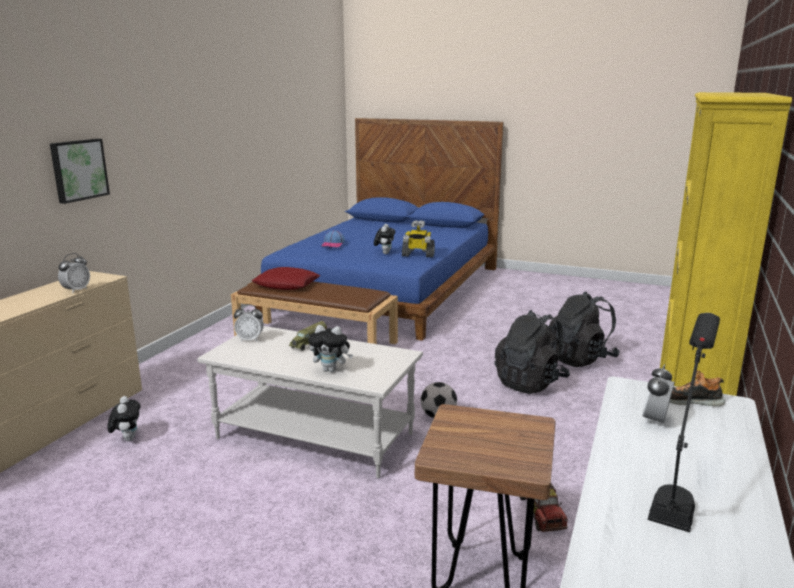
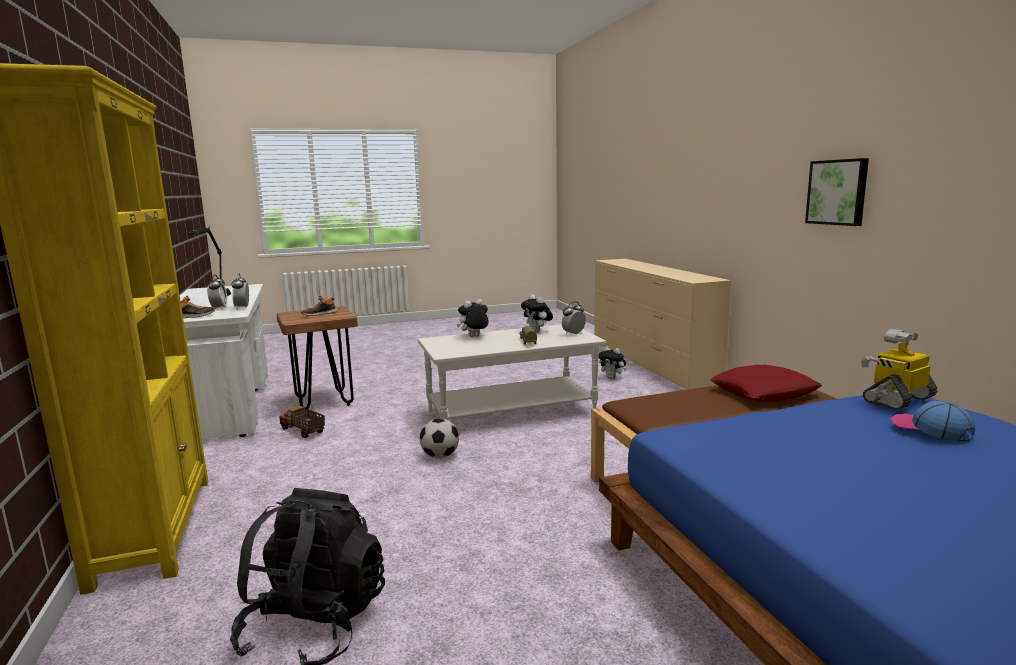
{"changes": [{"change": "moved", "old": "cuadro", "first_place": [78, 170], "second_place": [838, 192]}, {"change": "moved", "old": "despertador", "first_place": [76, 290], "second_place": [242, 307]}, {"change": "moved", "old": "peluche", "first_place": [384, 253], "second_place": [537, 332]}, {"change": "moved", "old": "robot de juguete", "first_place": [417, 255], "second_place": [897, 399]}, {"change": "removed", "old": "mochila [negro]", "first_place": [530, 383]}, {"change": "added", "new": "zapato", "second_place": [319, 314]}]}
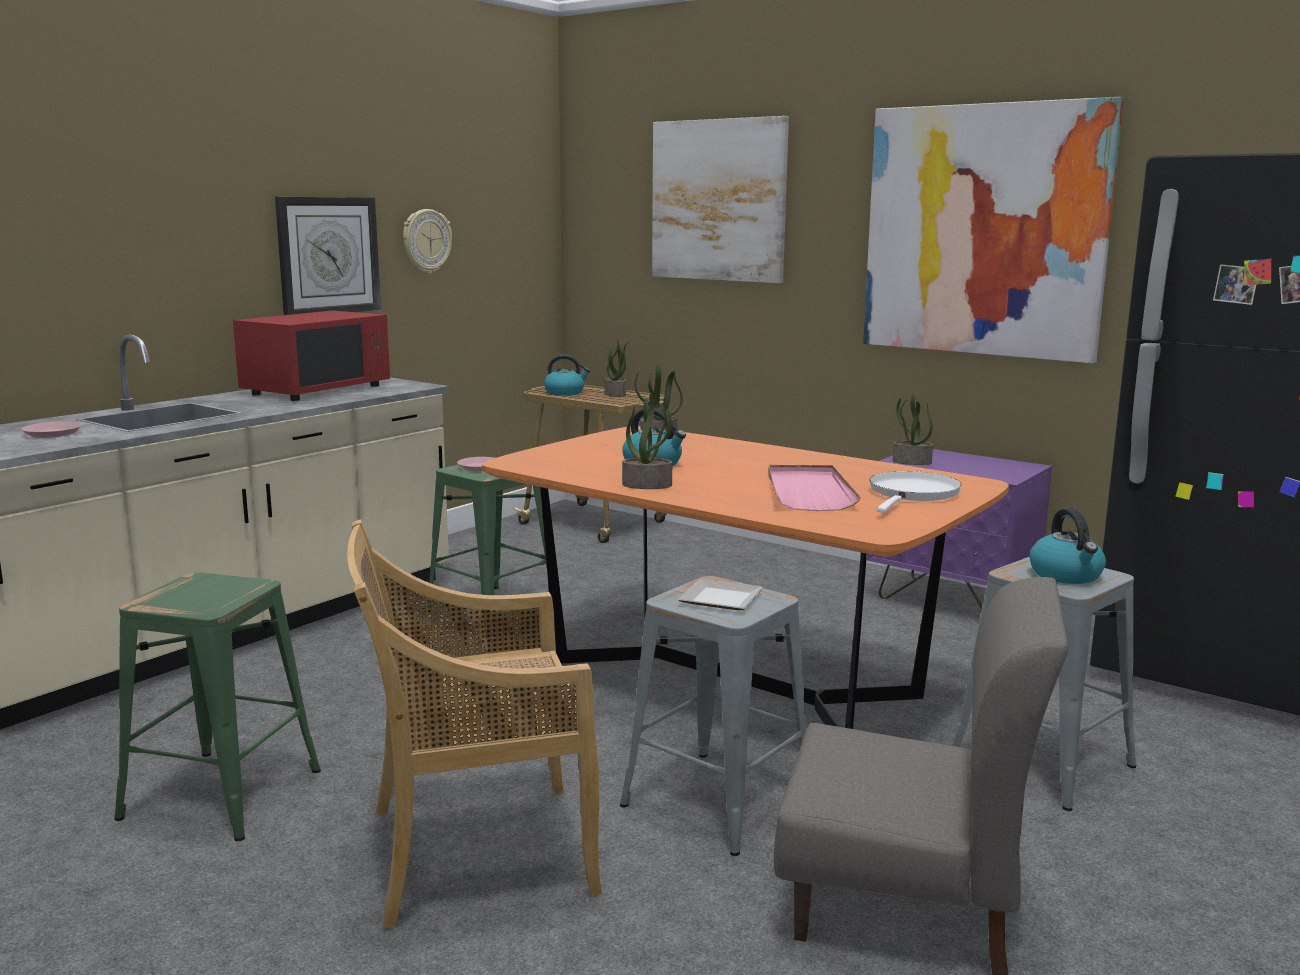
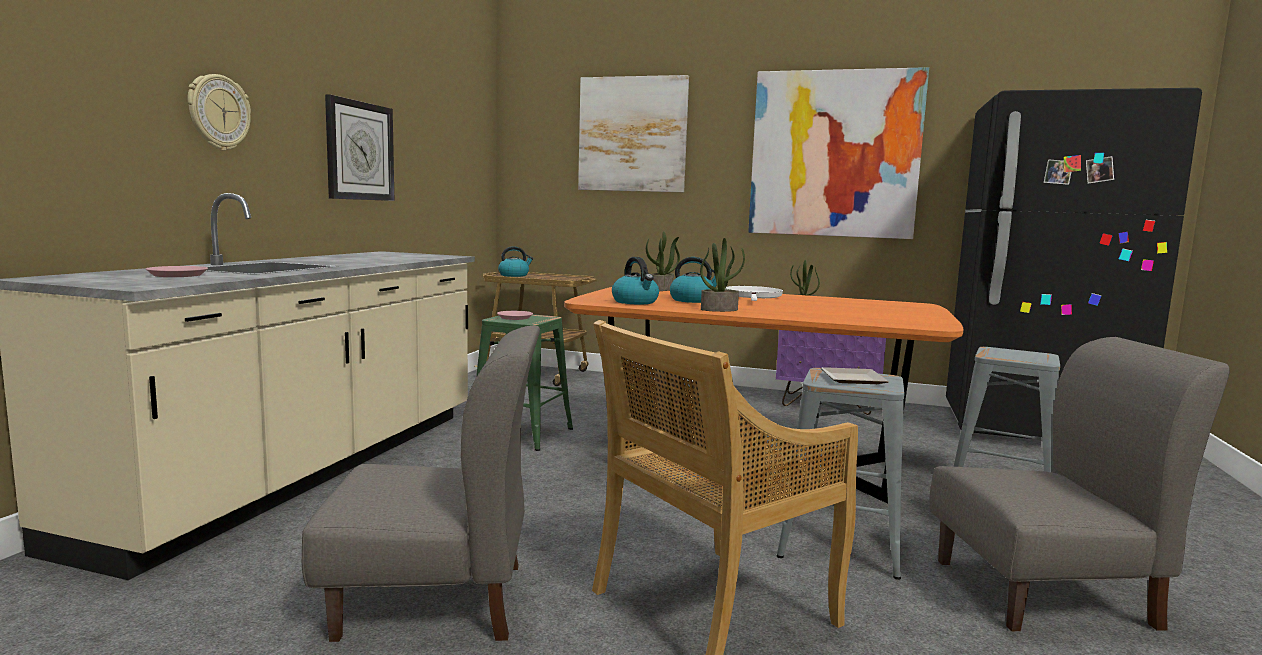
{"changes": [{"change": "replaced", "old": "taburete [verde]", "new": "silla [gris]", "first_place": [223, 794], "second_place": [434, 600]}, {"change": "removed", "old": "microondas [rojo]", "first_place": [316, 390]}, {"change": "moved", "old": "reloj de pared", "first_place": [426, 241], "second_place": [218, 113]}, {"change": "removed", "old": "planta en maceta", "first_place": [615, 394]}, {"change": "removed", "old": "bandeja [rosa]", "first_place": [808, 492]}, {"change": "moved", "old": "sartén [blanco]", "first_place": [912, 494], "second_place": [753, 296]}, {"change": "moved", "old": "hervidor", "first_place": [1066, 575], "second_place": [635, 302]}]}
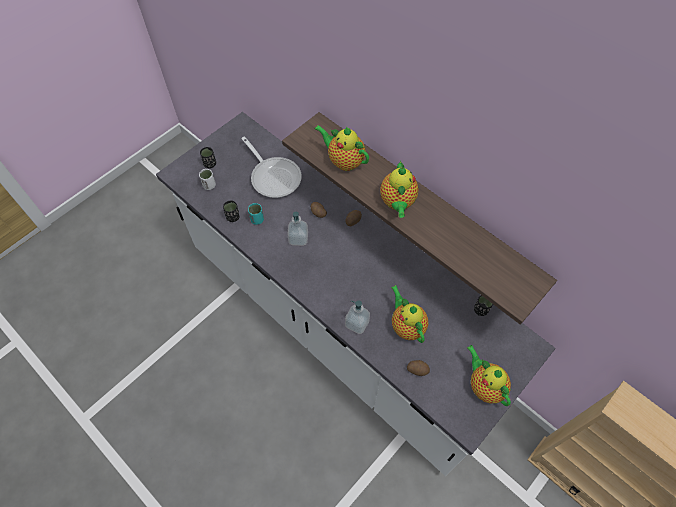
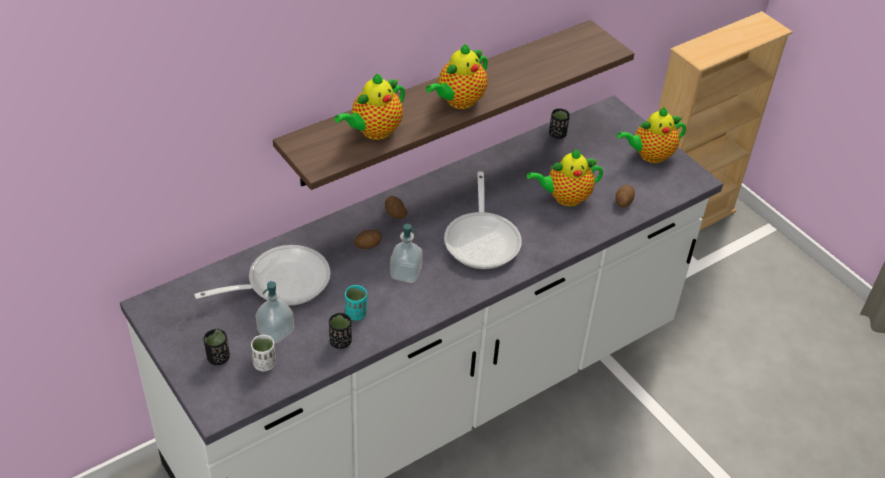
{"changes": [{"change": "moved", "old": "dispensador de jabón", "first_place": [357, 323], "second_place": [276, 332]}, {"change": "turned", "old": "tetera", "first_place": [397, 203], "second_place": [458, 101], "degrees": 120}, {"change": "added", "new": "sartén", "second_place": [482, 239]}]}
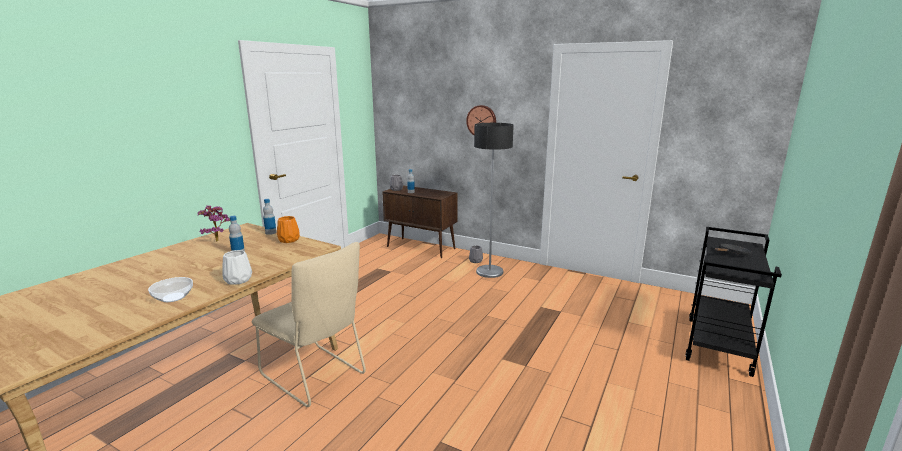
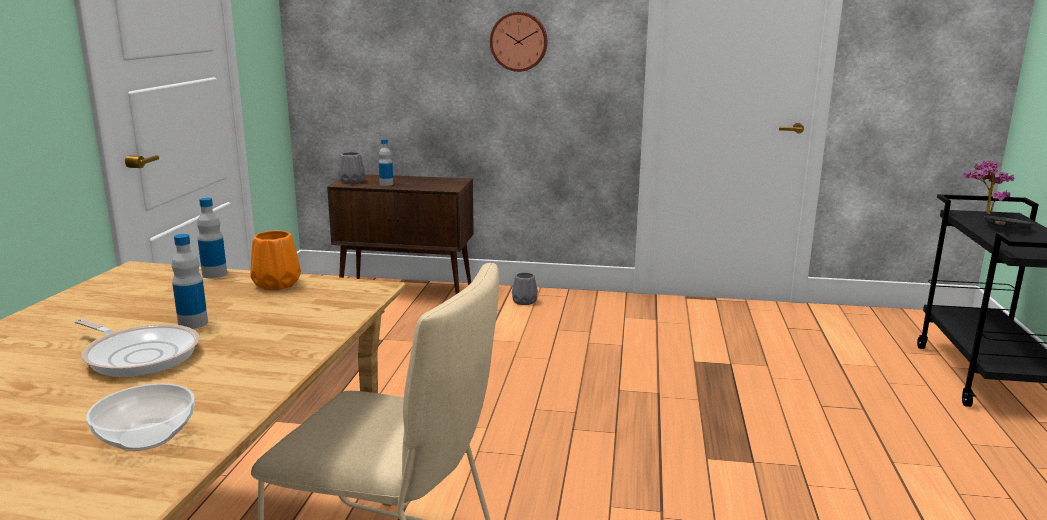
{"changes": [{"change": "moved", "old": "planta en maceta", "first_place": [217, 240], "second_place": [984, 212]}, {"change": "removed", "old": "florero [blanco]", "first_place": [238, 280]}, {"change": "removed", "old": "lámpara de pie", "first_place": [490, 272]}, {"change": "added", "new": "sartén", "second_place": [140, 355]}]}
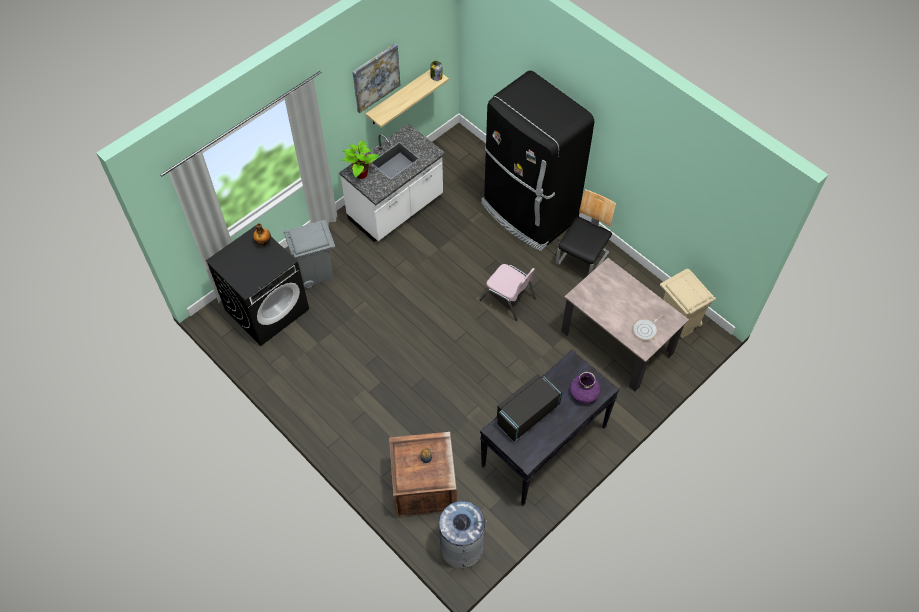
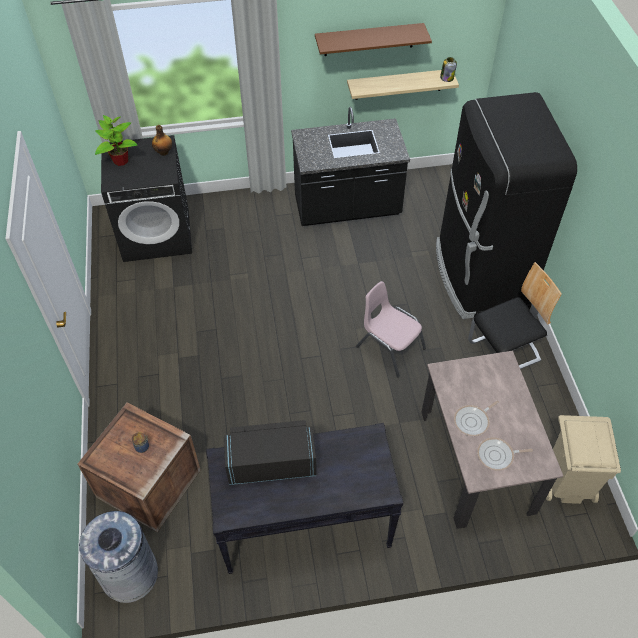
{"changes": [{"change": "removed", "old": "papelera [gris]", "first_place": [315, 271]}, {"change": "recoloured", "old": "mueble bajo de cocina [blanco]", "new": "mueble bajo de cocina [negro]", "first_place": [396, 209], "second_place": [347, 208]}, {"change": "moved", "old": "planta en maceta", "first_place": [361, 174], "second_place": [120, 160]}, {"change": "replaced", "old": "cuadro", "new": "estante [marrón]", "first_place": [376, 77], "second_place": [369, 39]}, {"change": "turned", "old": "silla [rosa]", "first_place": [508, 299], "second_place": [390, 348], "degrees": 150}, {"change": "removed", "old": "florero [morado]", "first_place": [584, 393]}, {"change": "added", "new": "sartén", "second_place": [473, 421]}]}
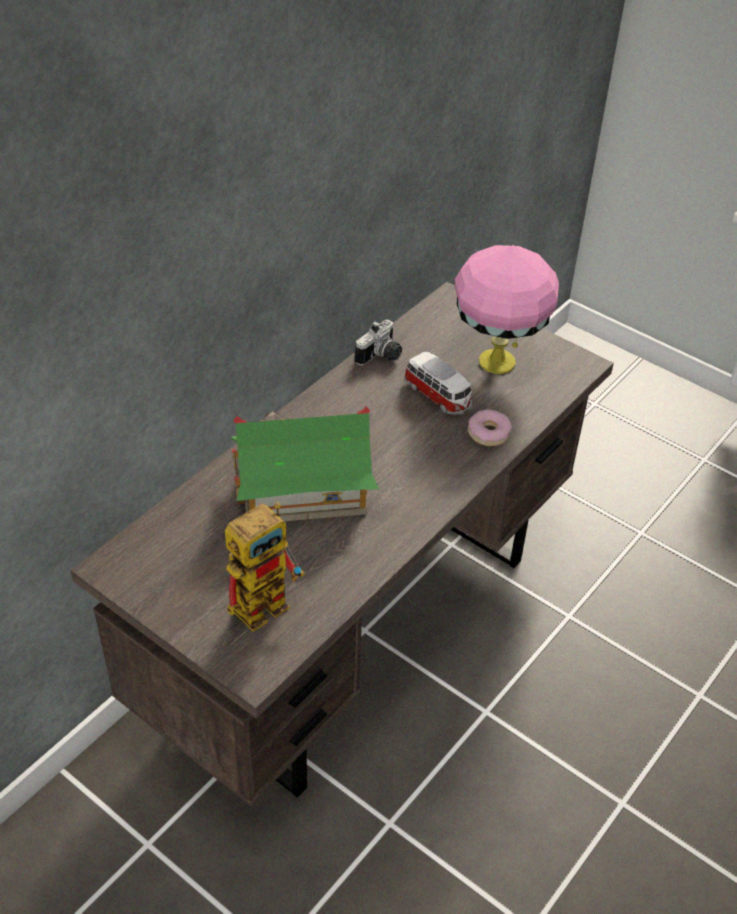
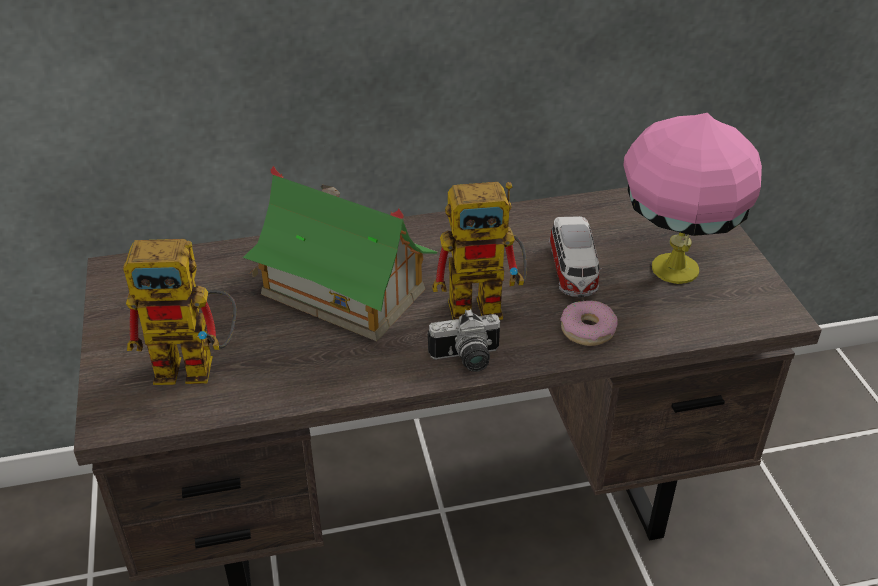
{"changes": [{"change": "moved", "old": "cámara", "first_place": [381, 356], "second_place": [467, 359]}, {"change": "added", "new": "robot de juguete", "second_place": [487, 304]}]}
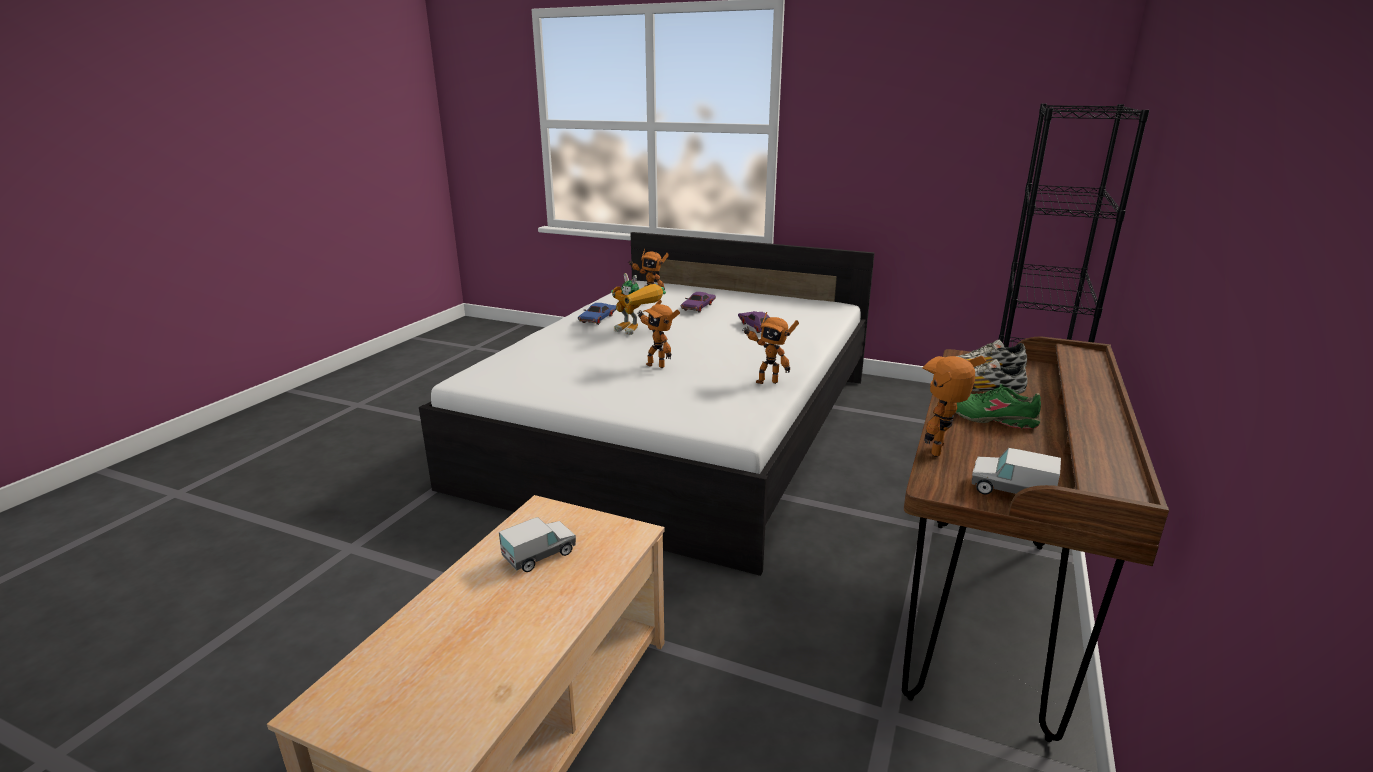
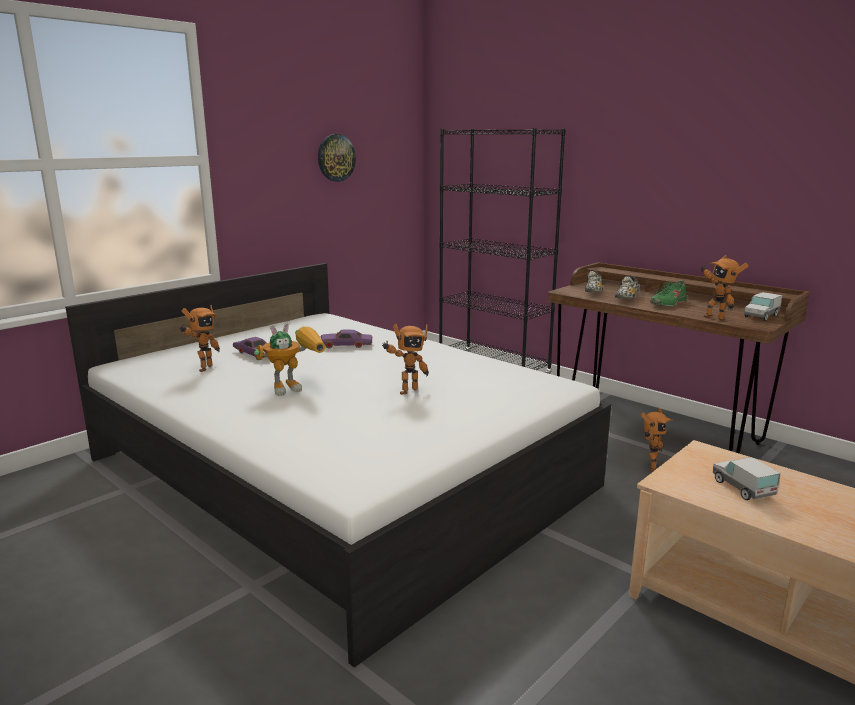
{"changes": [{"change": "removed", "old": "coche de juguete [azul]", "first_place": [598, 319]}, {"change": "moved", "old": "robot de juguete", "first_place": [766, 381], "second_place": [649, 467]}, {"change": "added", "new": "reloj de pared", "second_place": [336, 157]}]}
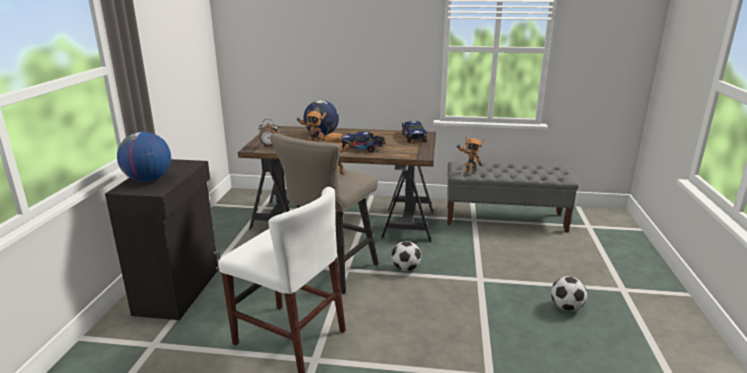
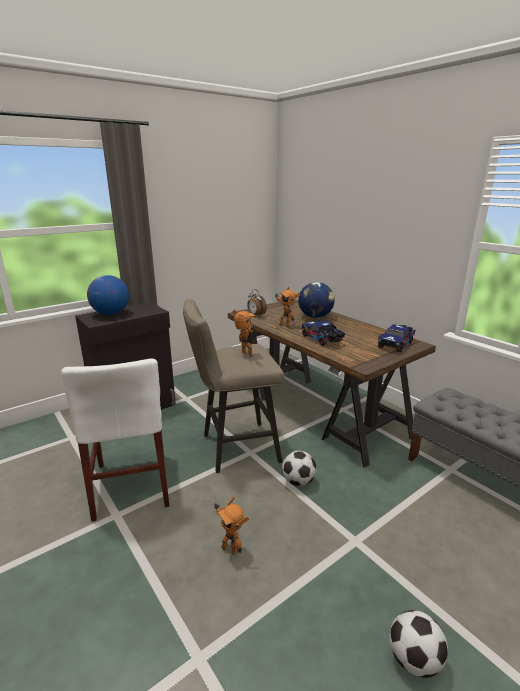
{"changes": [{"change": "moved", "old": "robot de juguete", "first_place": [468, 172], "second_place": [230, 548]}]}
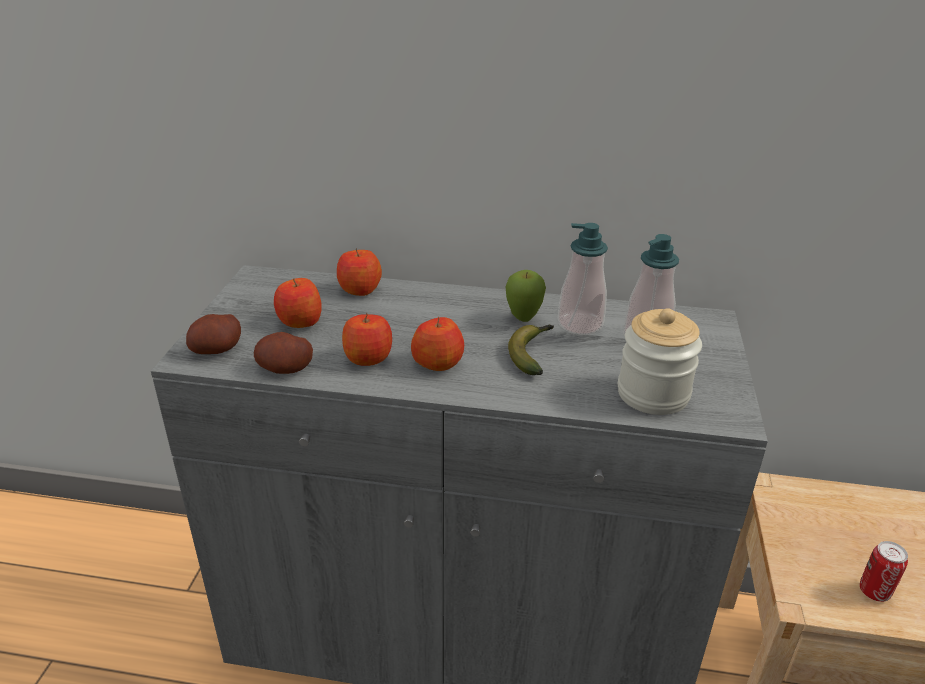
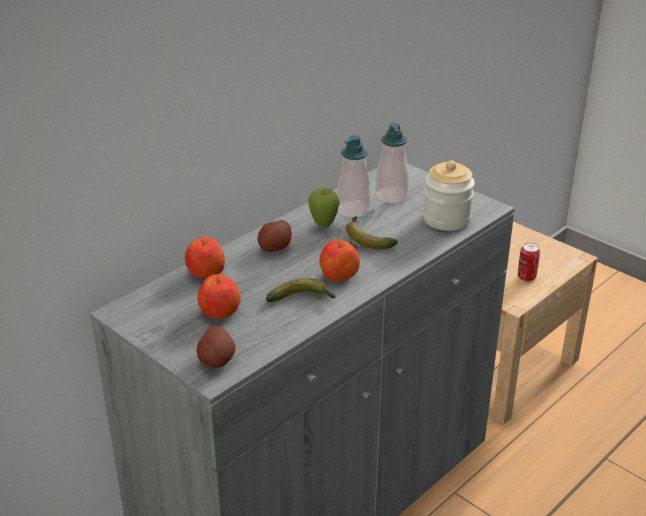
{"changes": [{"change": "moved", "old": "patata", "first_place": [285, 369], "second_place": [275, 248]}, {"change": "replaced", "old": "manzana", "new": "plátano", "first_place": [368, 358], "second_place": [303, 299]}]}
